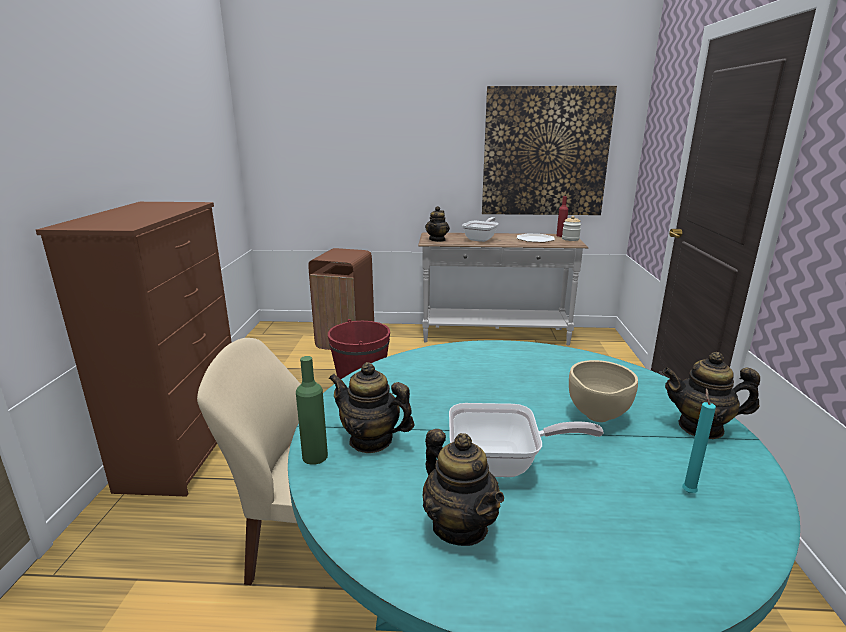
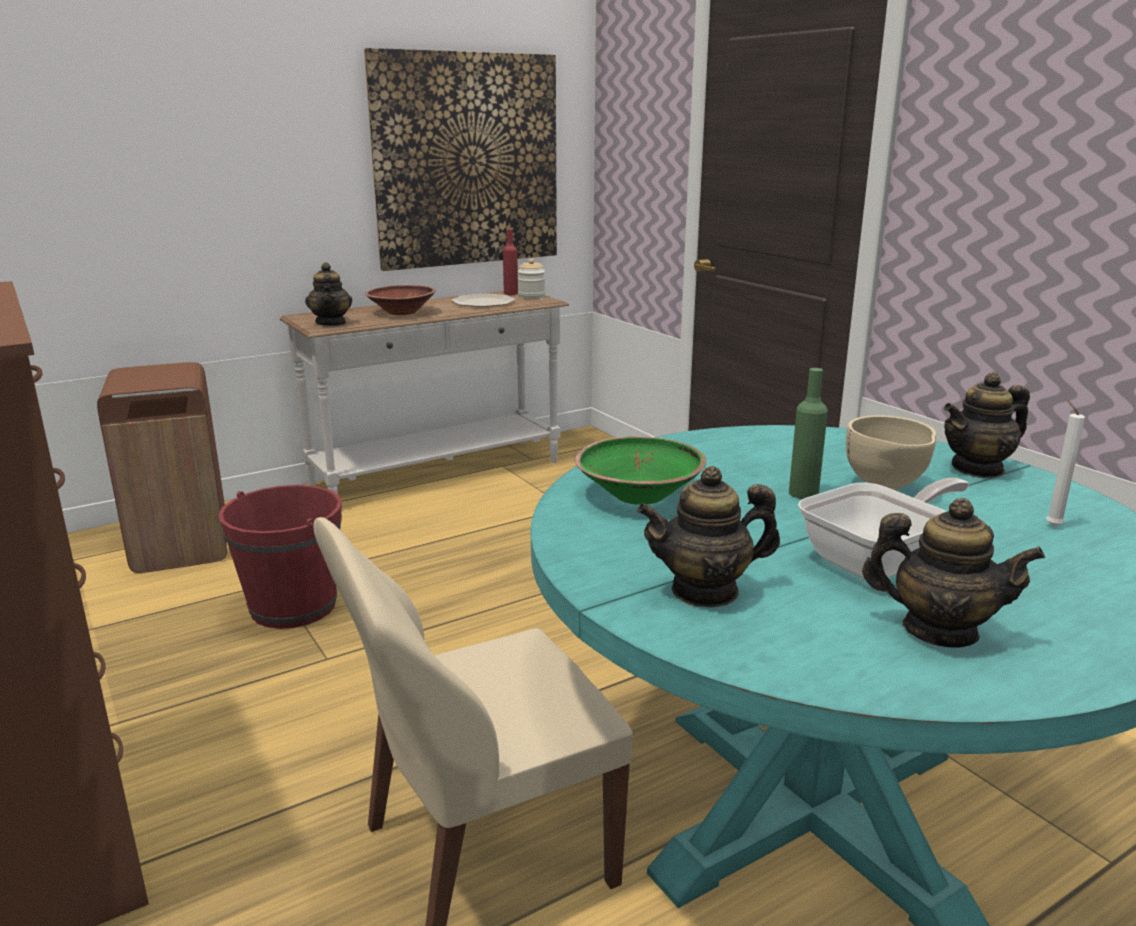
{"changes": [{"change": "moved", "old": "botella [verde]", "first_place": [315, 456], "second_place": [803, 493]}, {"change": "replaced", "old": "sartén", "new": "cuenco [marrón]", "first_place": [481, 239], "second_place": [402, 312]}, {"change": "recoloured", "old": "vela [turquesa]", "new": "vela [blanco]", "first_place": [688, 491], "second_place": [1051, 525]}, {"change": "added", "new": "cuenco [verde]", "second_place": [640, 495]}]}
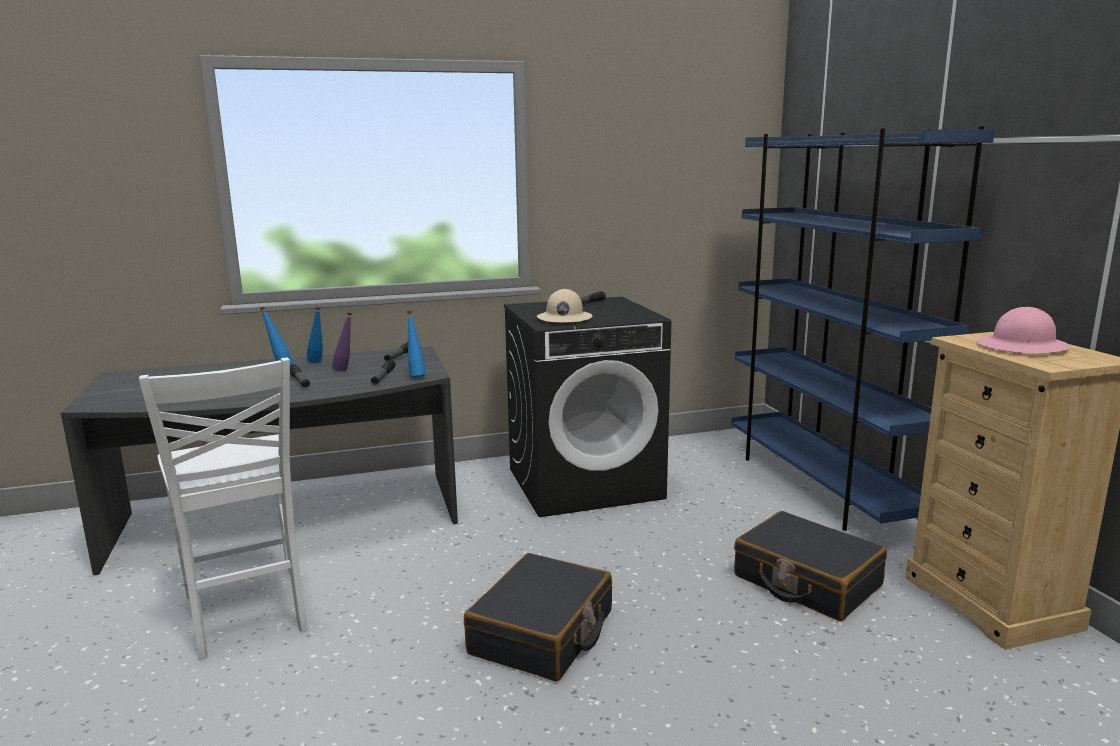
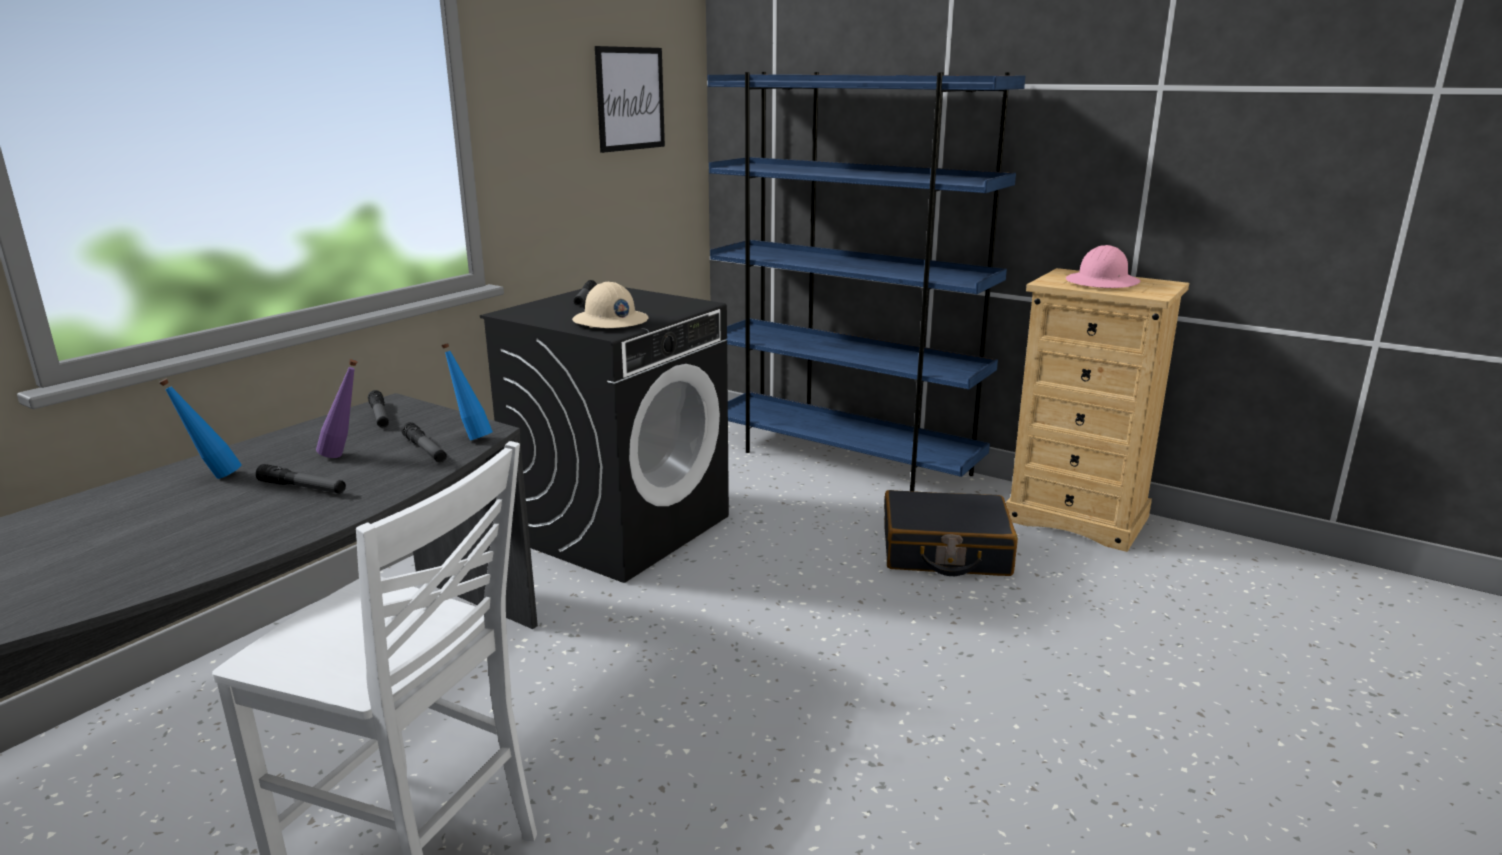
{"changes": [{"change": "removed", "old": "botella [azul]", "first_place": [318, 363]}, {"change": "removed", "old": "maleta [negro]", "first_place": [543, 633]}, {"change": "added", "new": "cuadro", "second_place": [630, 99]}]}
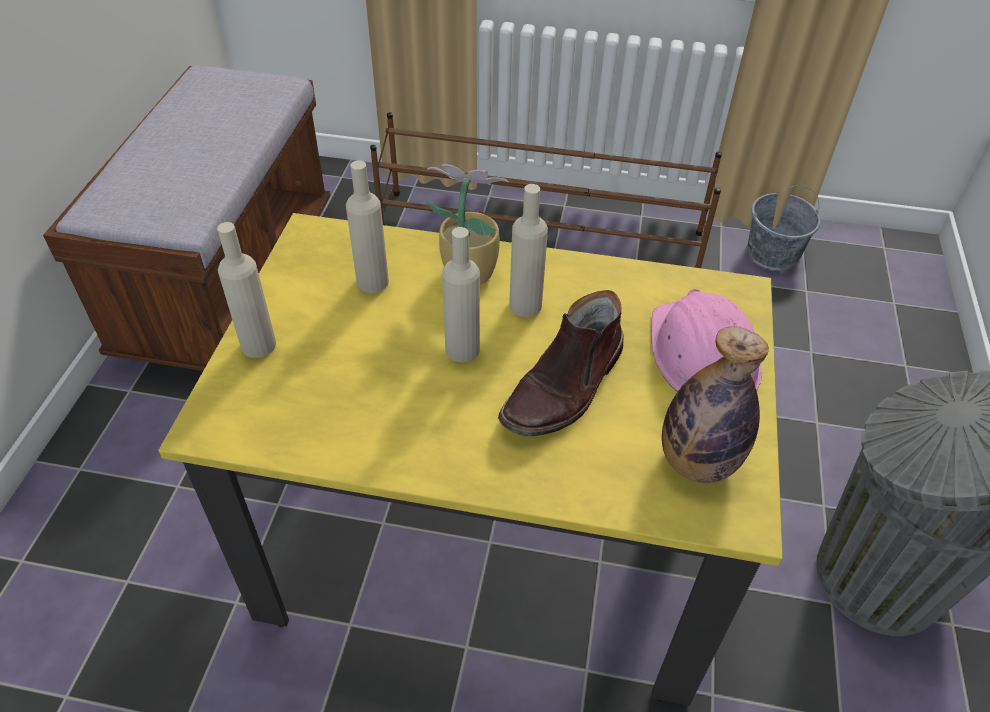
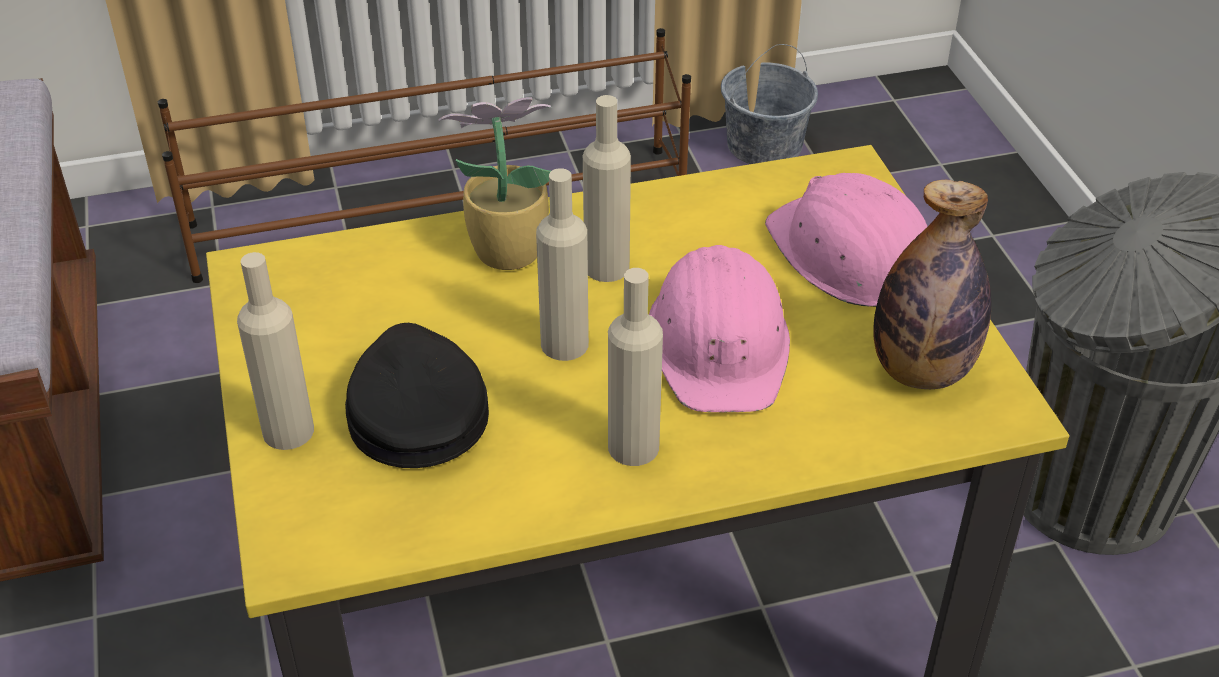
{"changes": [{"change": "moved", "old": "botella [beis]", "first_place": [372, 282], "second_place": [633, 447]}, {"change": "replaced", "old": "bota [marrón]", "new": "casco [rosa]", "first_place": [565, 387], "second_place": [720, 343]}, {"change": "added", "new": "gorra [negro]", "second_place": [414, 409]}]}
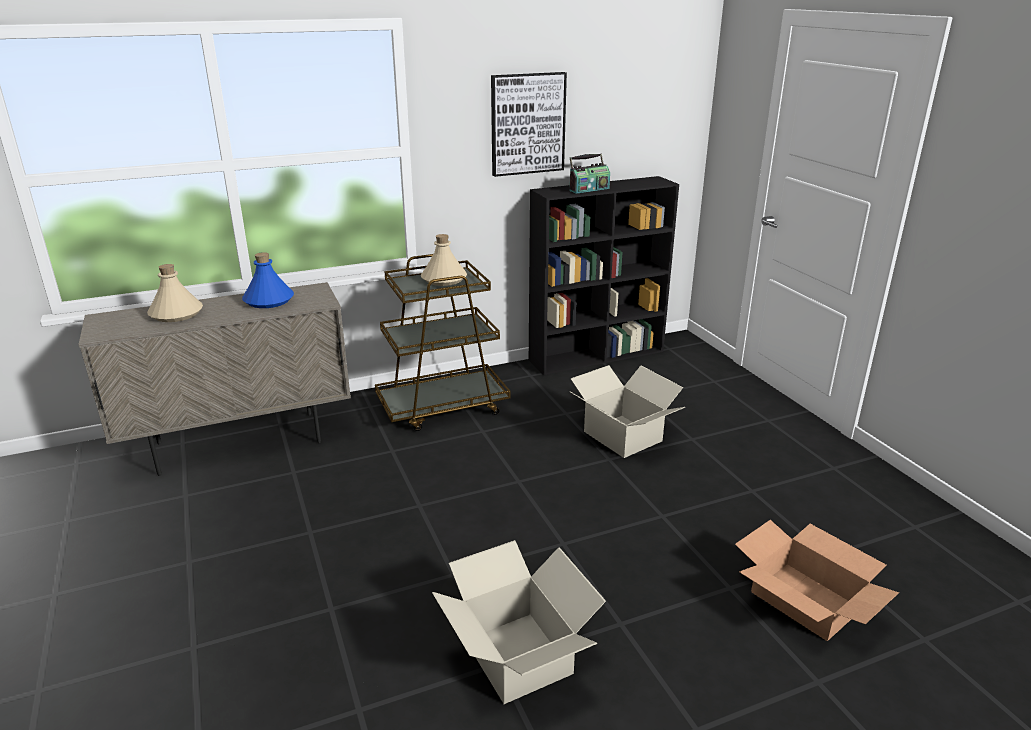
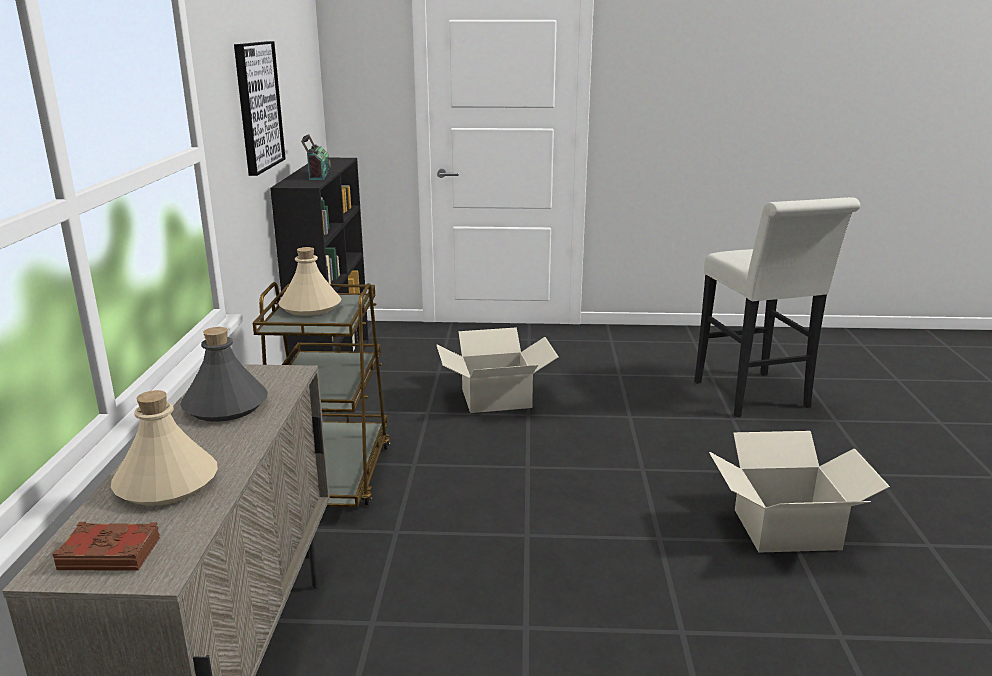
{"changes": [{"change": "recoloured", "old": "botella [azul]", "new": "botella [gris]", "first_place": [269, 301], "second_place": [226, 406]}, {"change": "replaced", "old": "caja de cartón", "new": "taburete [blanco]", "first_place": [806, 600], "second_place": [755, 398]}, {"change": "added", "new": "libro [marrón]", "second_place": [110, 553]}]}
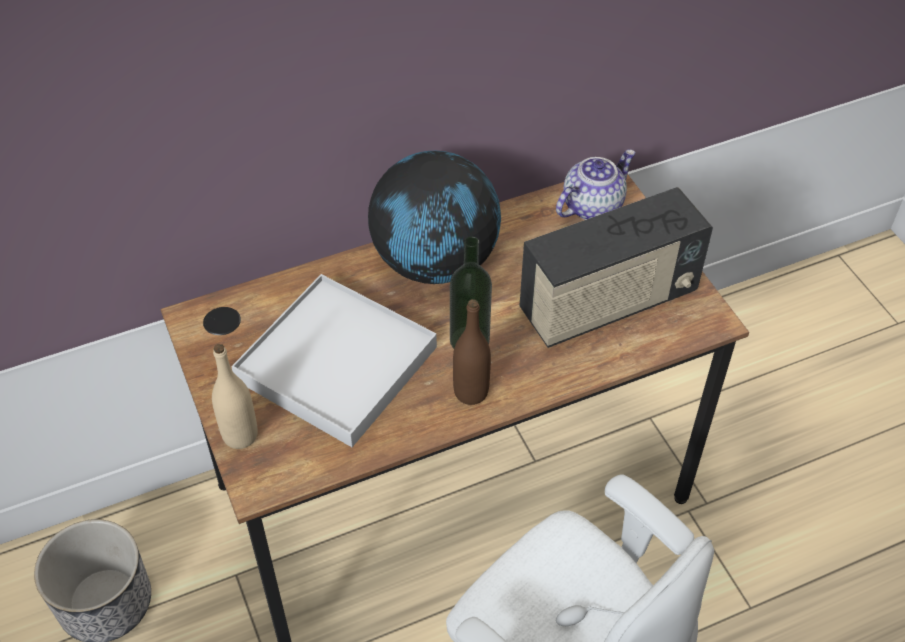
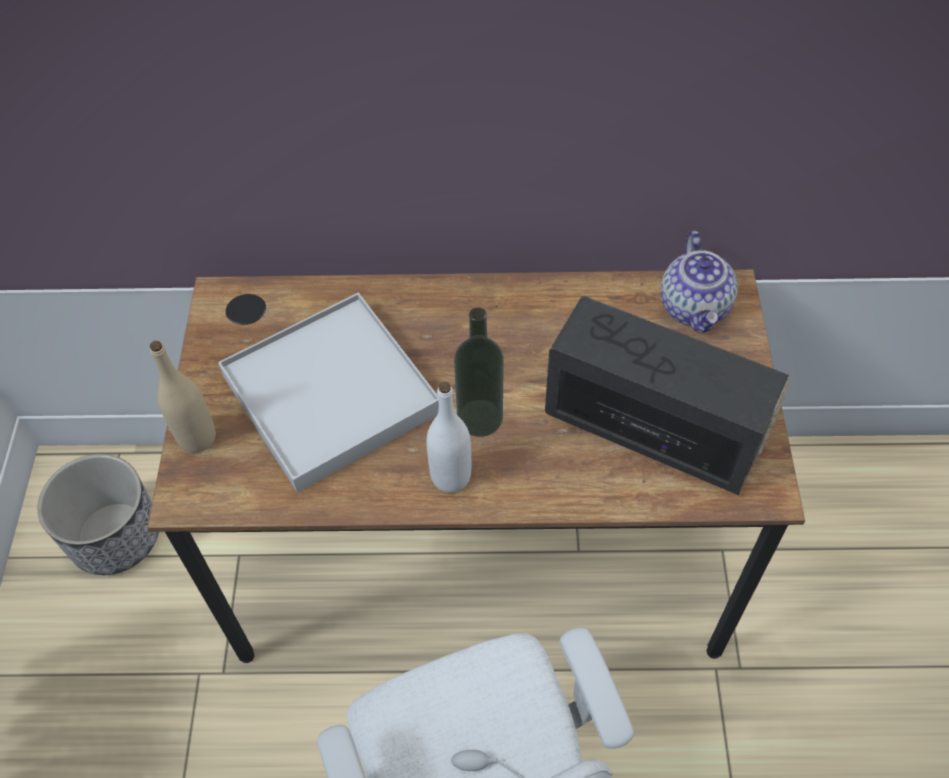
{"changes": [{"change": "removed", "old": "globo terráqueo", "first_place": [436, 262]}, {"change": "recoloured", "old": "botella [marrón]", "new": "botella [blanco]", "first_place": [471, 392], "second_place": [451, 476]}, {"change": "turned", "old": "radio", "first_place": [608, 304], "second_place": [654, 428], "degrees": -150}, {"change": "turned", "old": "tetera", "first_place": [592, 205], "second_place": [695, 307], "degrees": 105}]}
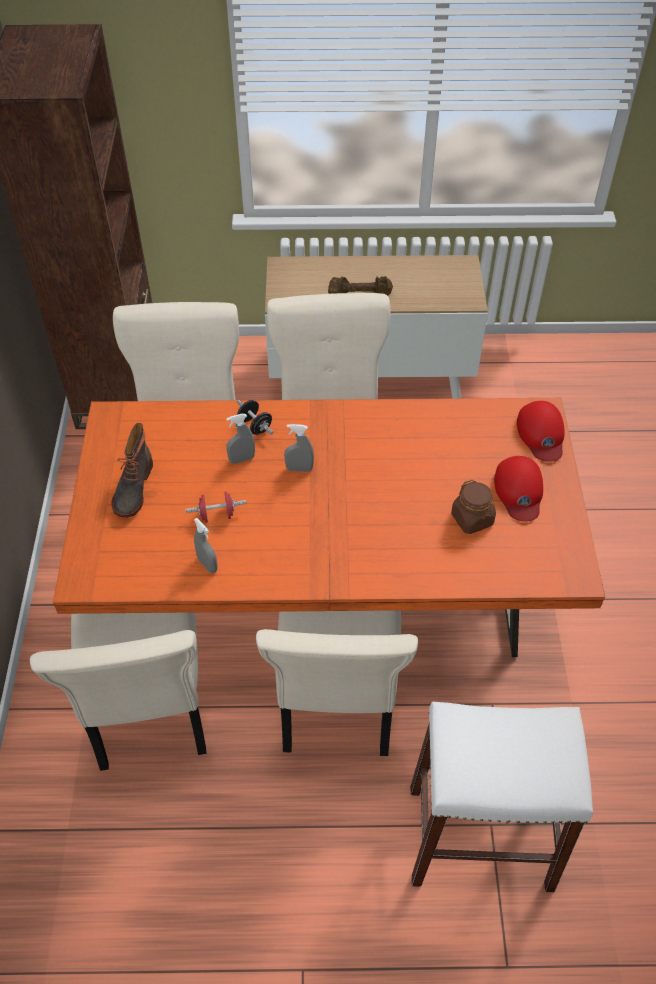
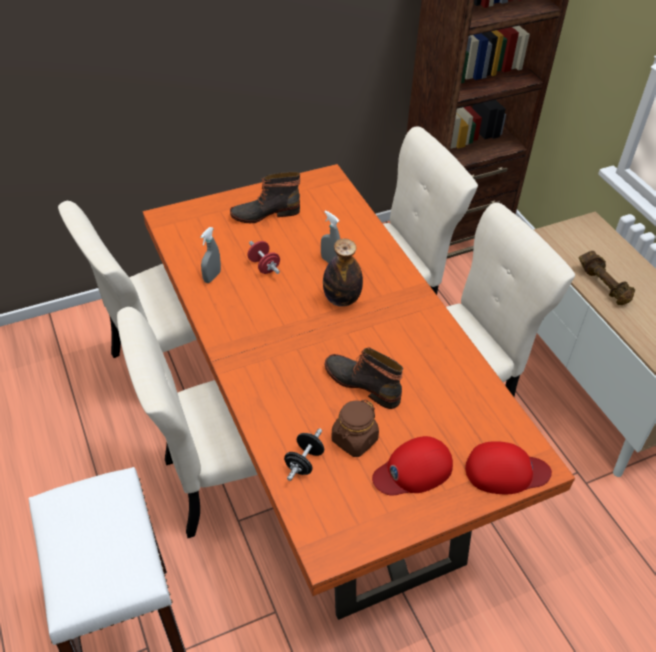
{"changes": [{"change": "moved", "old": "mancuerna [negro]", "first_place": [255, 426], "second_place": [304, 462]}, {"change": "replaced", "old": "pulverizador [gris]", "new": "botella", "first_place": [299, 469], "second_place": [341, 299]}, {"change": "turned", "old": "gorra [rojo]", "first_place": [541, 434], "second_place": [506, 471], "degrees": -150}, {"change": "added", "new": "bota", "second_place": [363, 383]}]}
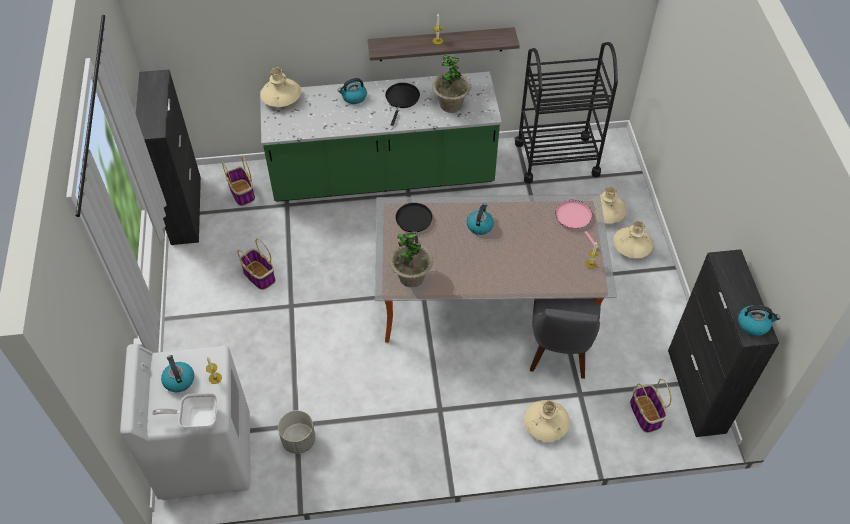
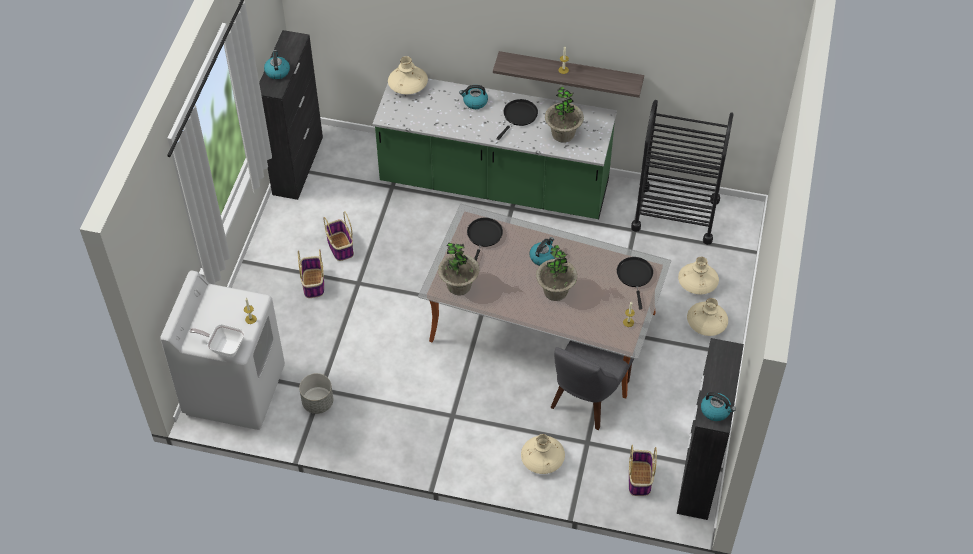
{"changes": [{"change": "moved", "old": "hervidor", "first_place": [179, 380], "second_place": [277, 71]}, {"change": "moved", "old": "cesta", "first_place": [242, 193], "second_place": [313, 284]}, {"change": "recoloured", "old": "sartén [rosa]", "new": "sartén [negro]", "first_place": [575, 219], "second_place": [635, 276]}, {"change": "added", "new": "planta en maceta", "second_place": [555, 291]}]}
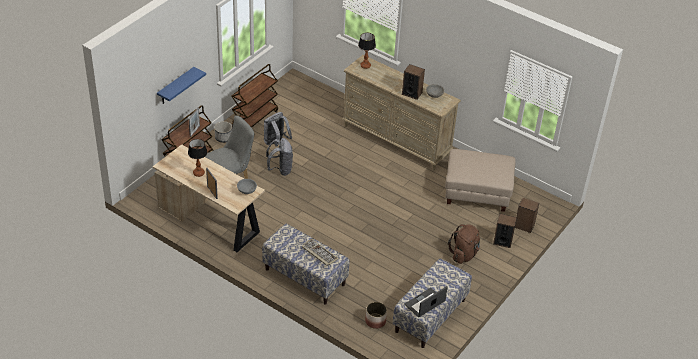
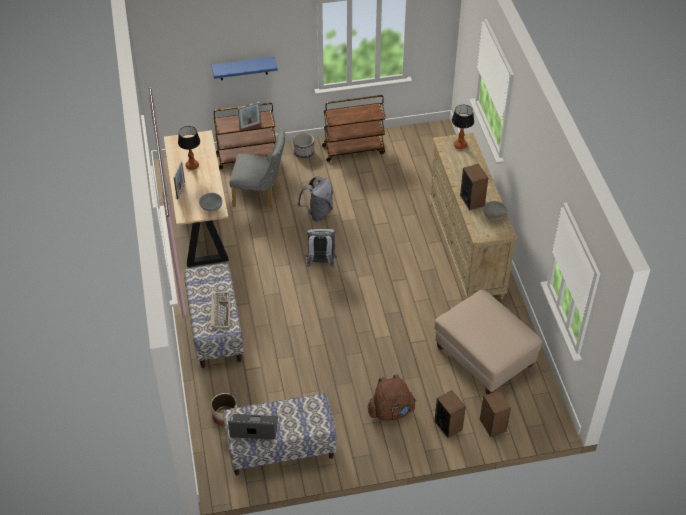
{"changes": [{"change": "moved", "old": "mochila [gris]", "first_place": [276, 143], "second_place": [321, 262]}]}
